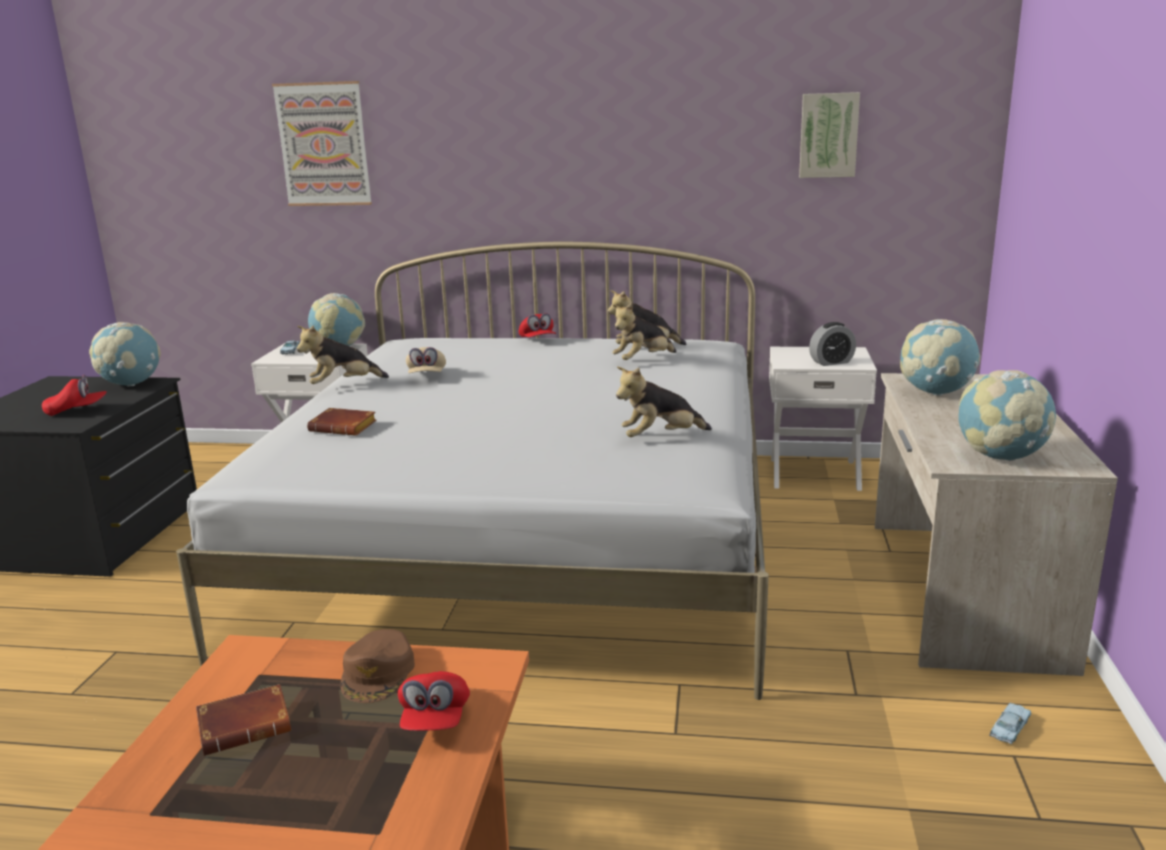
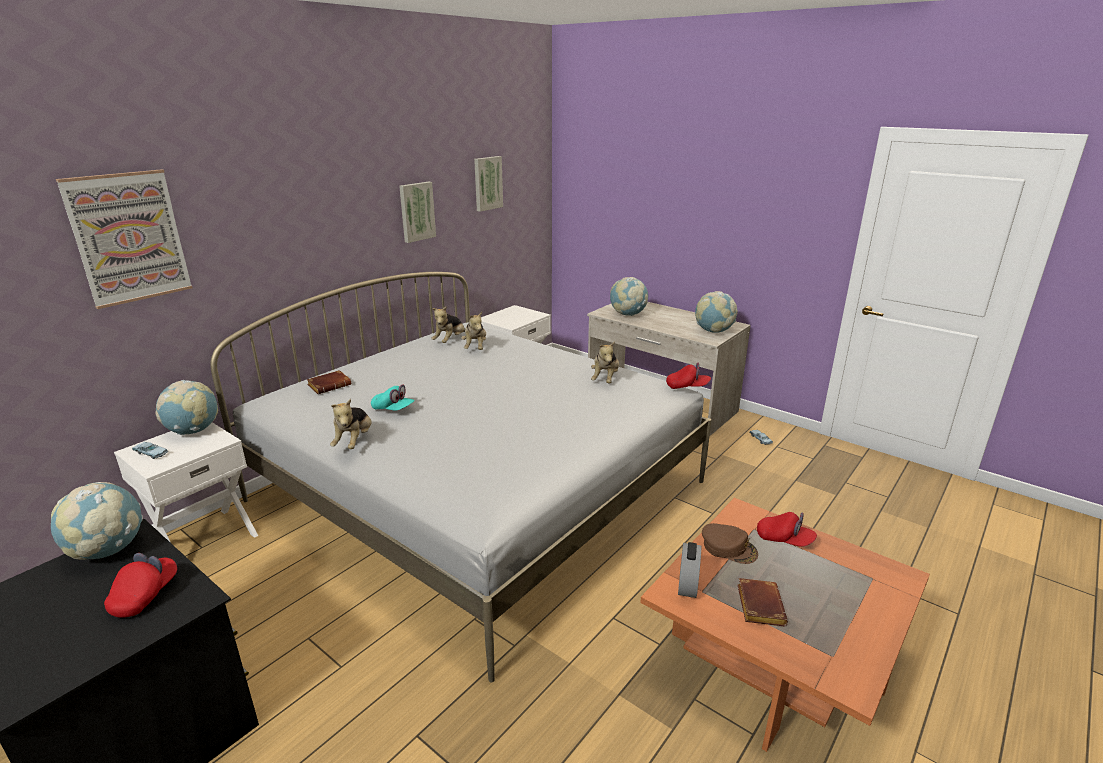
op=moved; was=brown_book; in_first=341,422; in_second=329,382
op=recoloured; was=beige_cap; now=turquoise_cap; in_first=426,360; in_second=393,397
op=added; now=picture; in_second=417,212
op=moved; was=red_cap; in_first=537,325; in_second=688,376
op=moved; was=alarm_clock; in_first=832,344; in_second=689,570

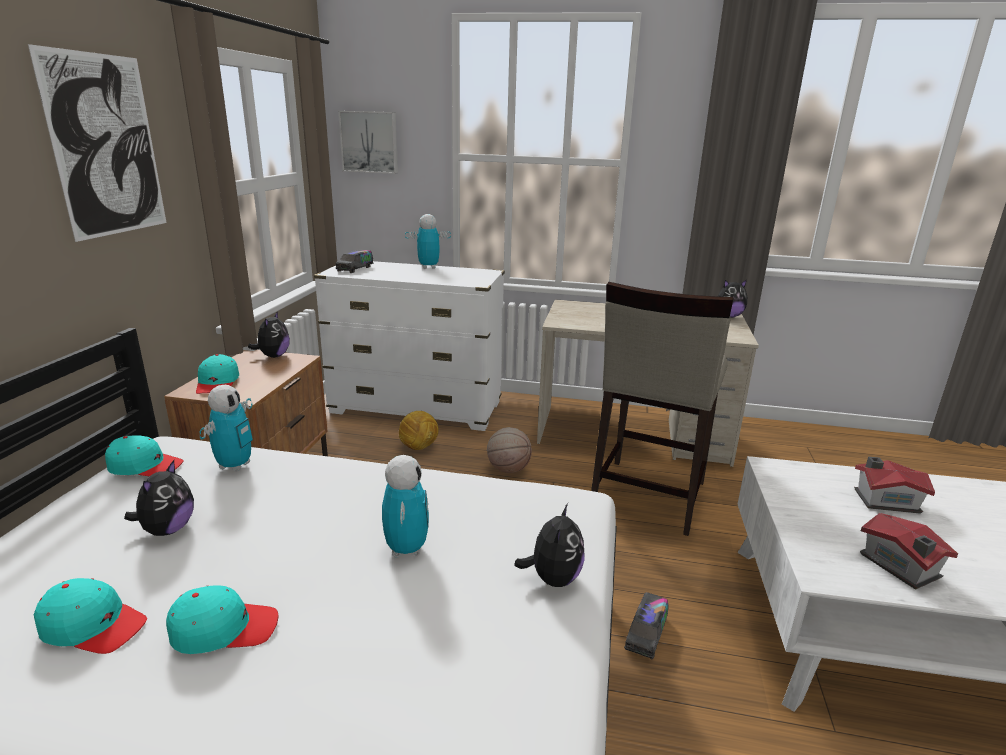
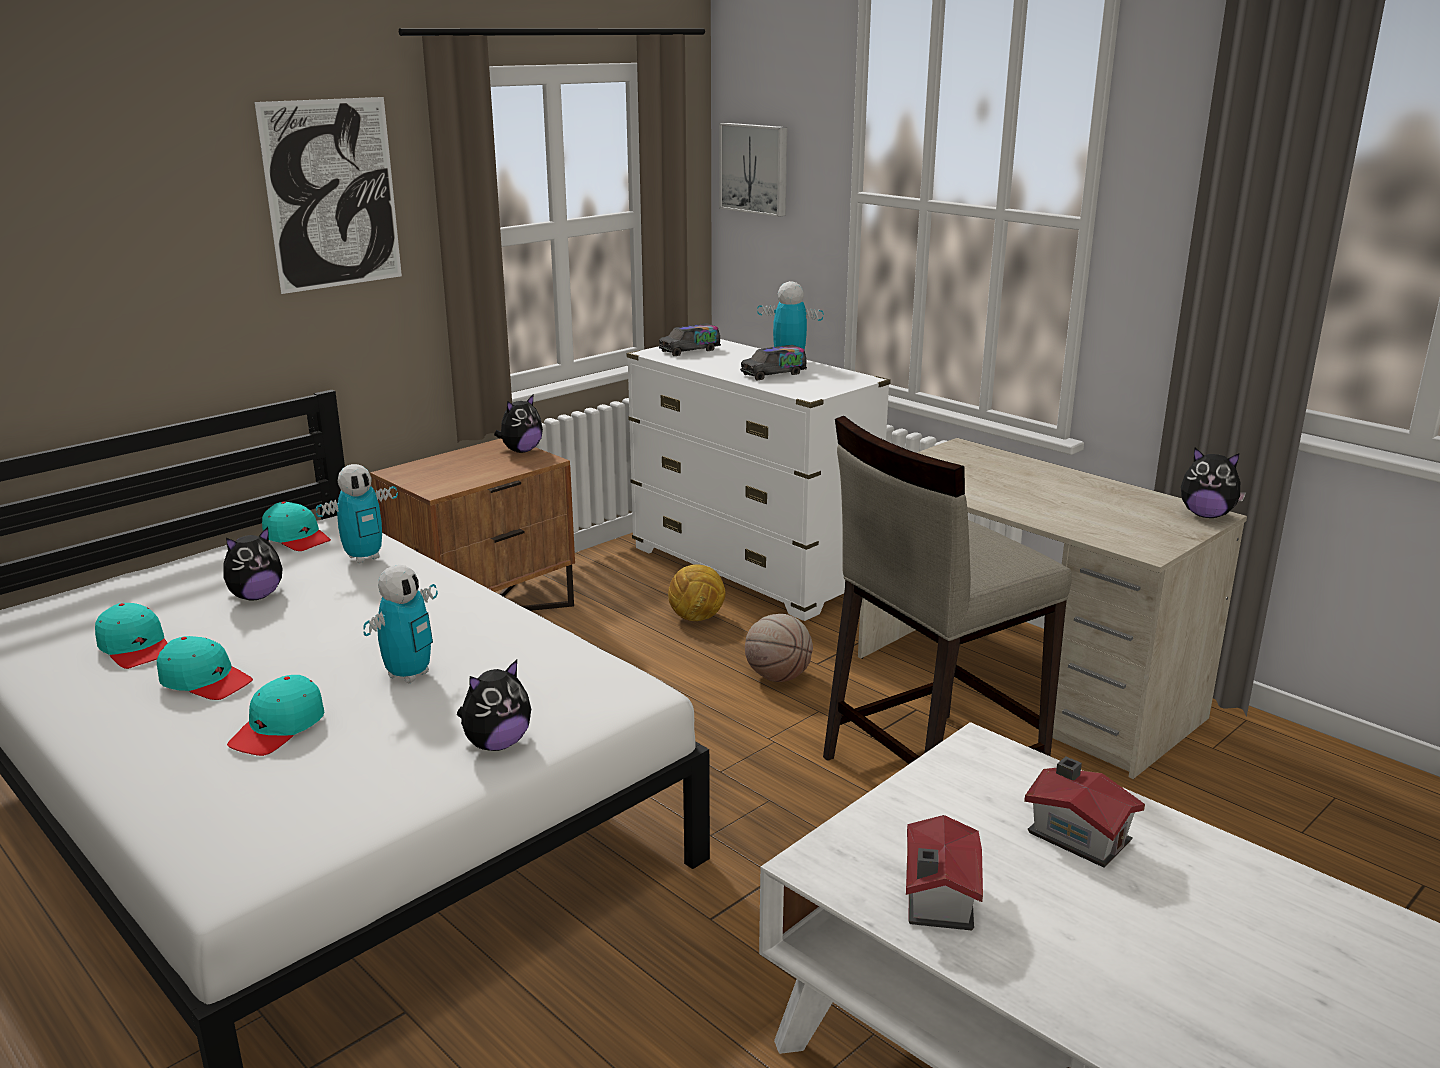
op=moved; was=turquoise_cap; in_first=217,374; in_second=275,715
op=moved; was=toy_truck; in_first=646,625; in_second=773,362

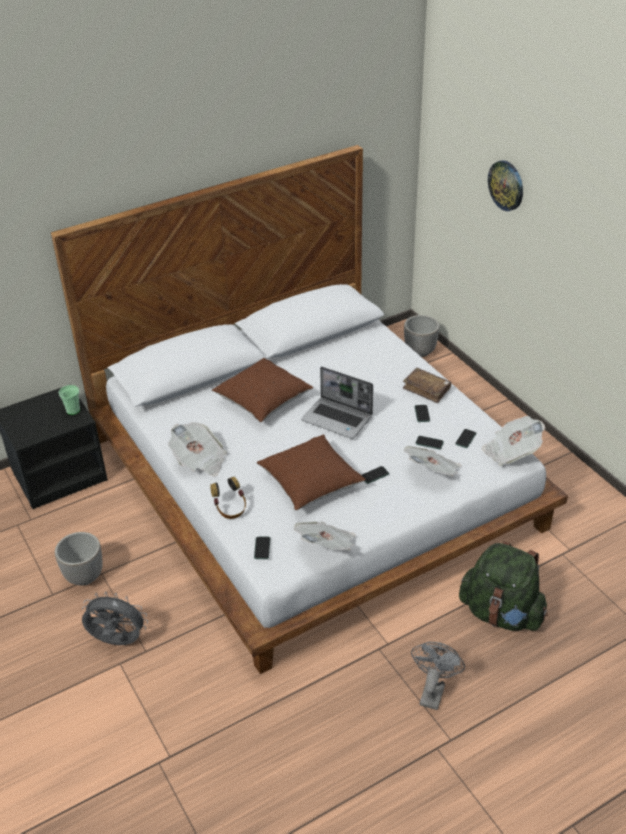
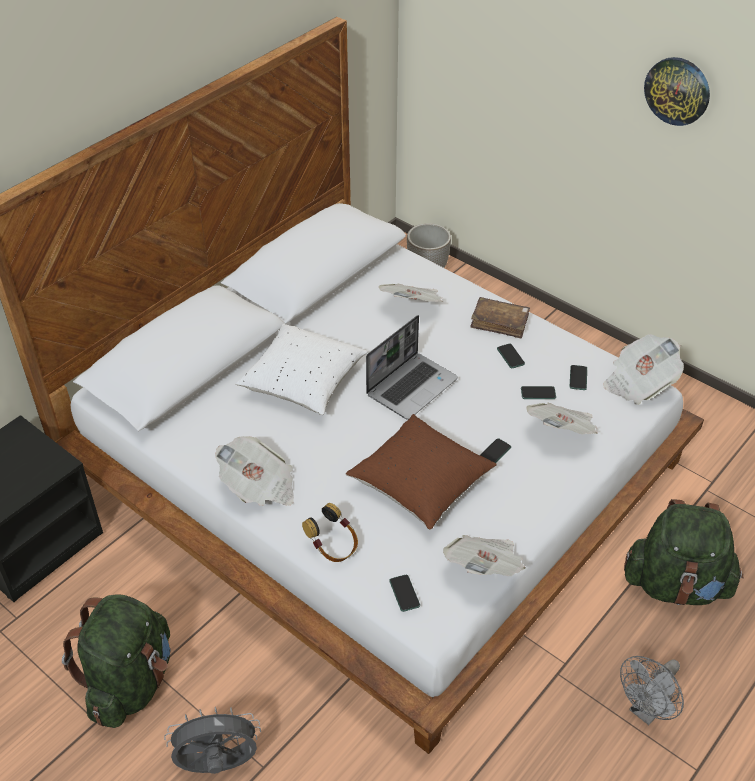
op=replaced; was=planter; now=green_backpack; in_first=79,559; in_second=116,661
op=recoloured; was=brown_pillow; now=white_pillow; in_first=262,390; in_second=301,369
op=turned; was=laptop; in_first=337,403; in_second=412,367; clockwise=-60
op=added; now=newspaper; in_second=411,292
op=turned; was=grey_fan; in_first=438,676; in_second=652,690; clockwise=-135
op=moved; was=wall_clock; in_first=505,186; in_second=677,91
op=removed; was=cup; in_first=69,400

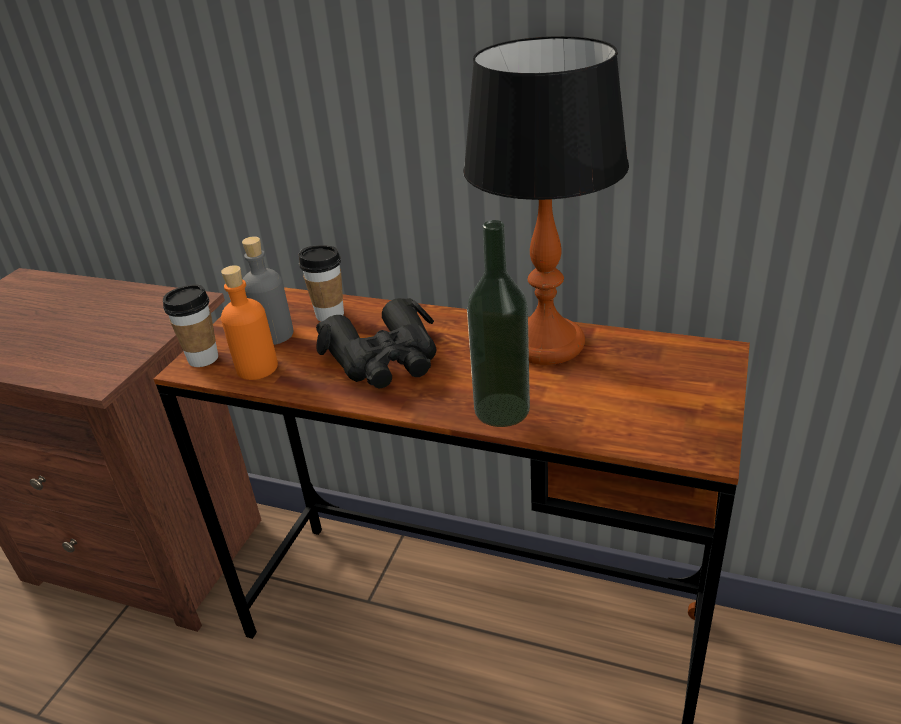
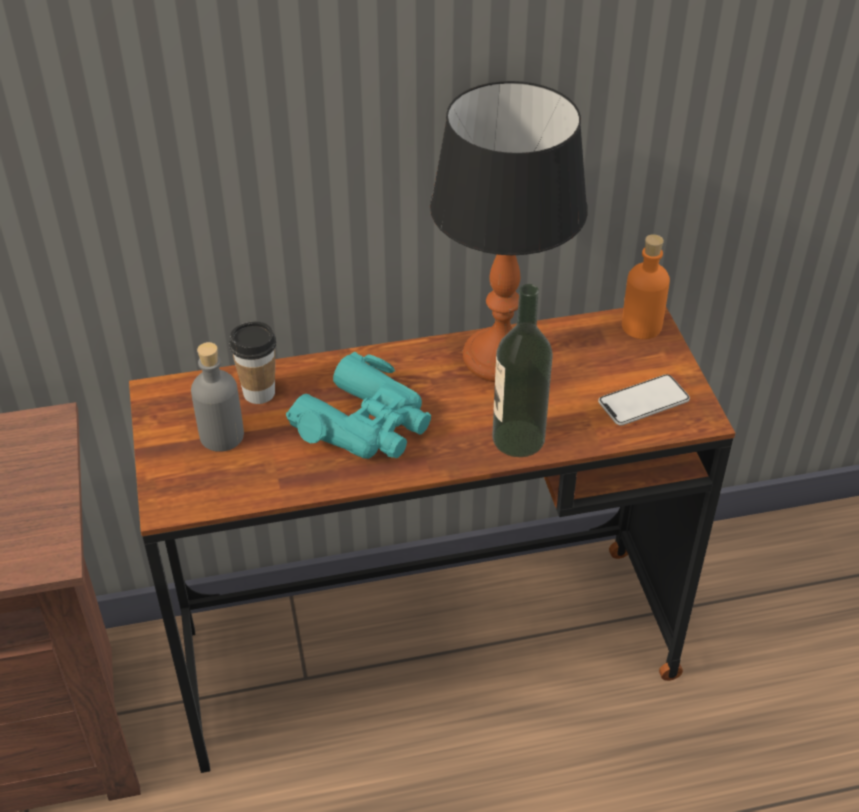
op=recoloured; was=black_binoculars; now=turquoise_binoculars; in_first=376,343; in_second=358,405
op=added; now=phone; in_second=644,399
op=moved; was=orange_bottle; in_first=249,322; in_second=646,286
op=removed; was=cup; in_first=190,325

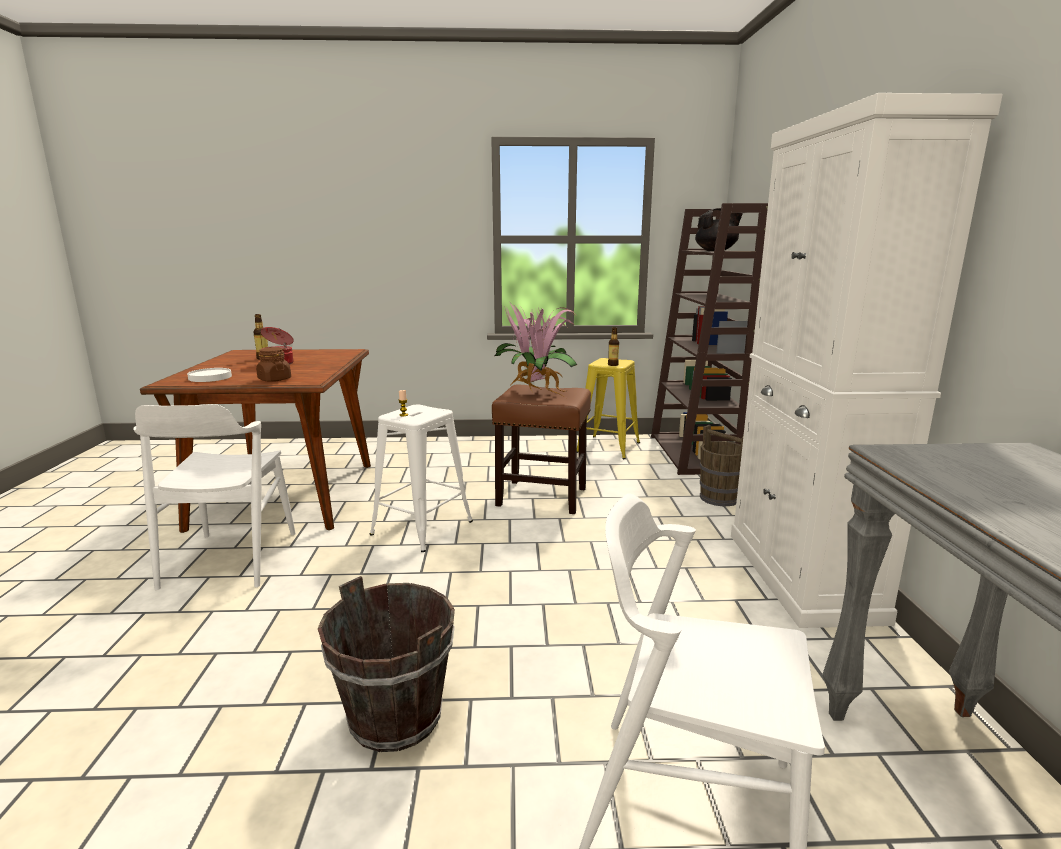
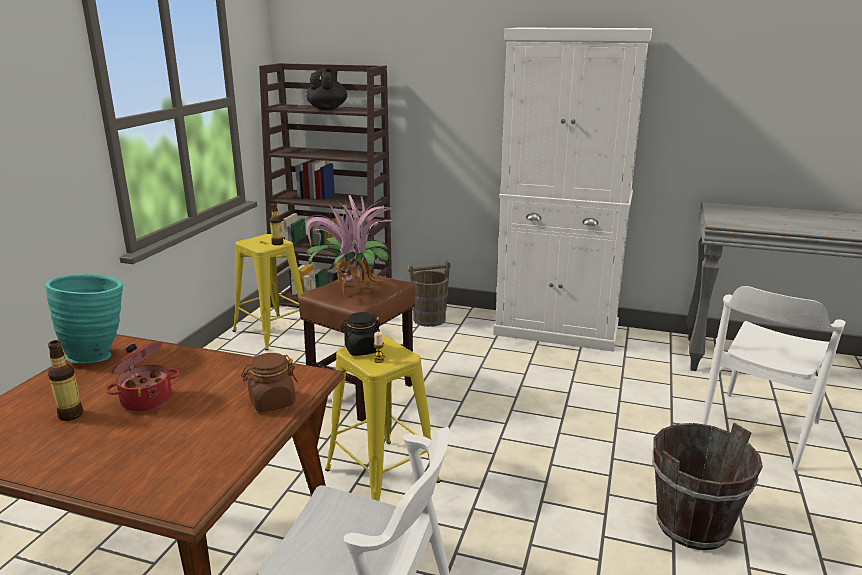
op=added; now=turquoise_vase; in_second=84,318
op=recoloured; was=white_stool; now=yellow_stool; in_first=421,478; in_second=383,418
op=added; now=black_jar; in_second=360,334
op=removed; was=white_plate; in_first=209,375

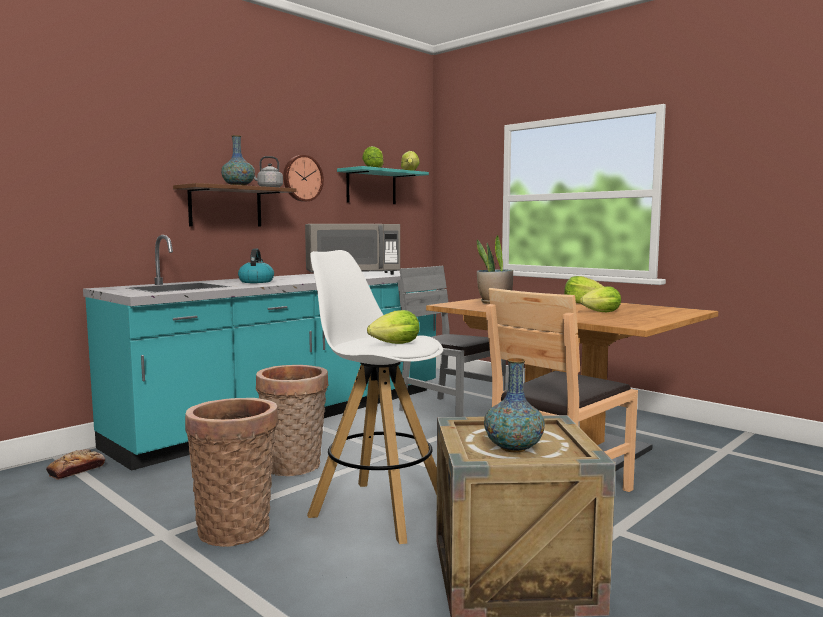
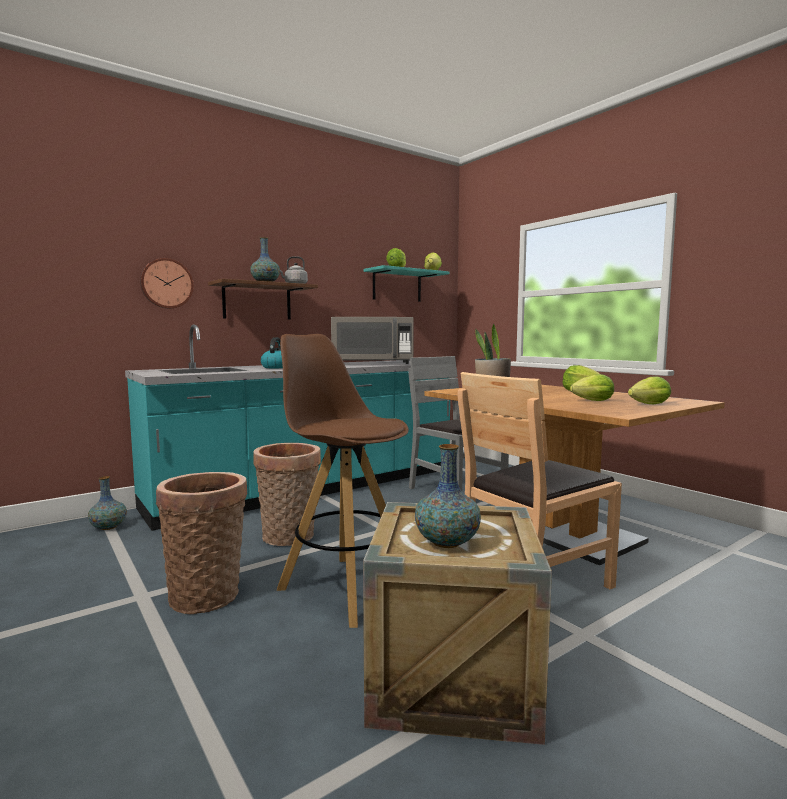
op=replaced; was=bread; now=vase; in_first=75,464; in_second=107,503
op=moved; was=wall_clock; in_first=303,178; in_second=167,283
op=recoloured; was=white_stool; now=brown_stool; in_first=375,397; in_second=343,481
op=moved; was=lettuce; in_first=393,327; in_second=649,390

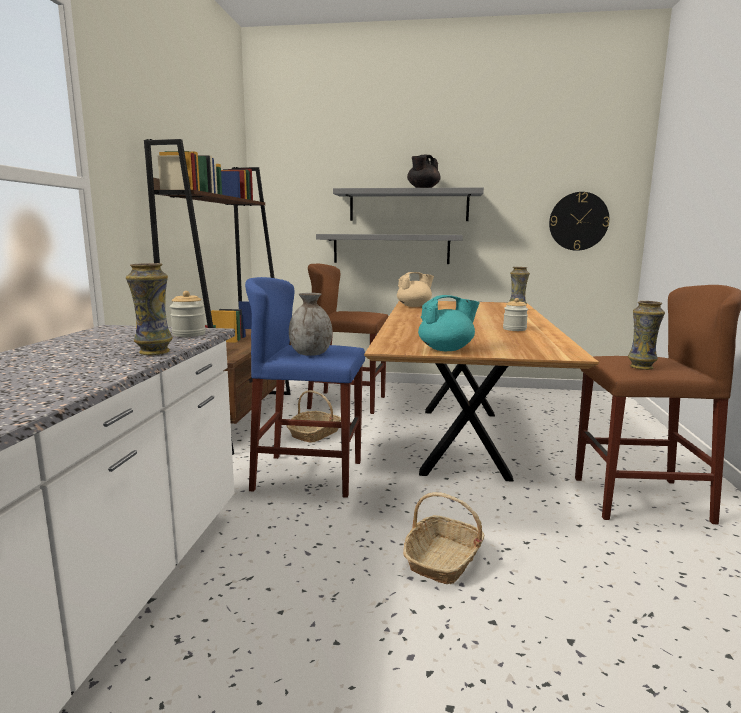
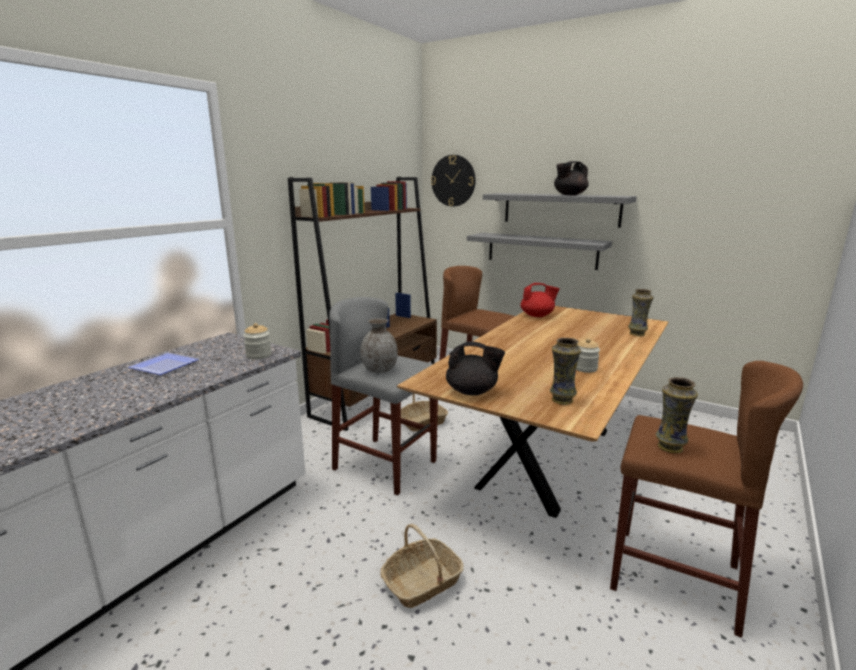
op=added; now=plate; in_second=163,364
op=recoloured; was=blue_stool; now=grey_stool; in_first=305,387; in_second=383,396
op=moved; was=wall_clock; in_first=579,221; in_second=453,181
op=recoloured; was=turquoise_teapot; now=black_teapot; in_first=449,323; in_second=475,368
op=recoloured; was=beige_teapot; now=red_teapot; in_first=415,289; in_second=540,300
op=moved; was=vase; in_first=149,309; in_second=565,371

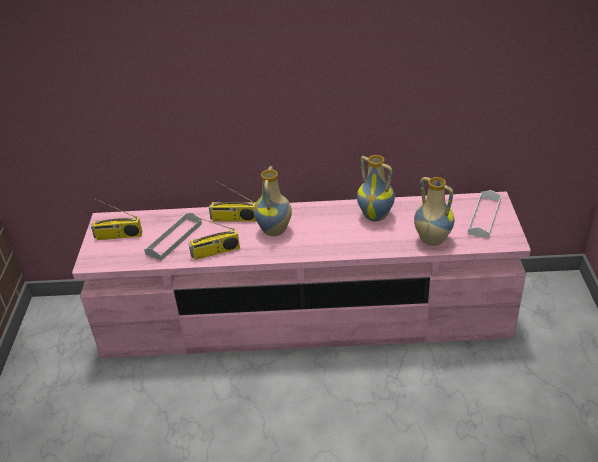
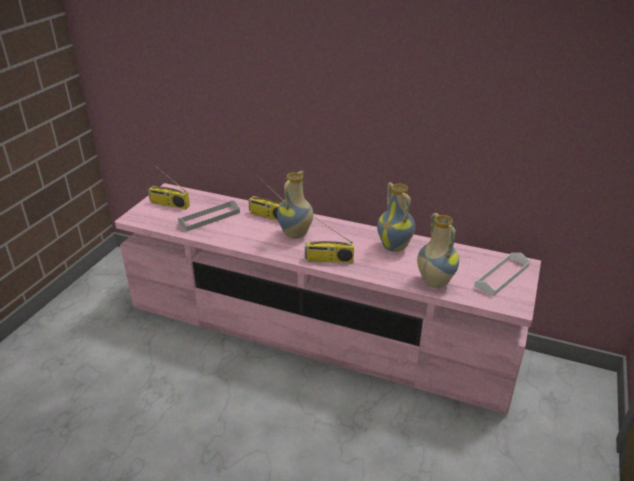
op=moved; was=radio; in_first=214,238; in_second=329,240

